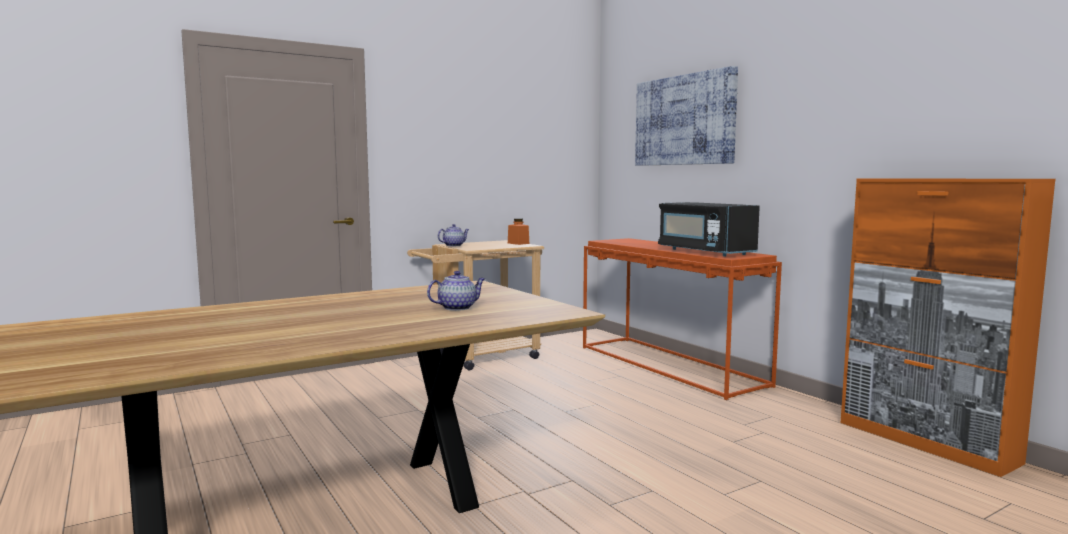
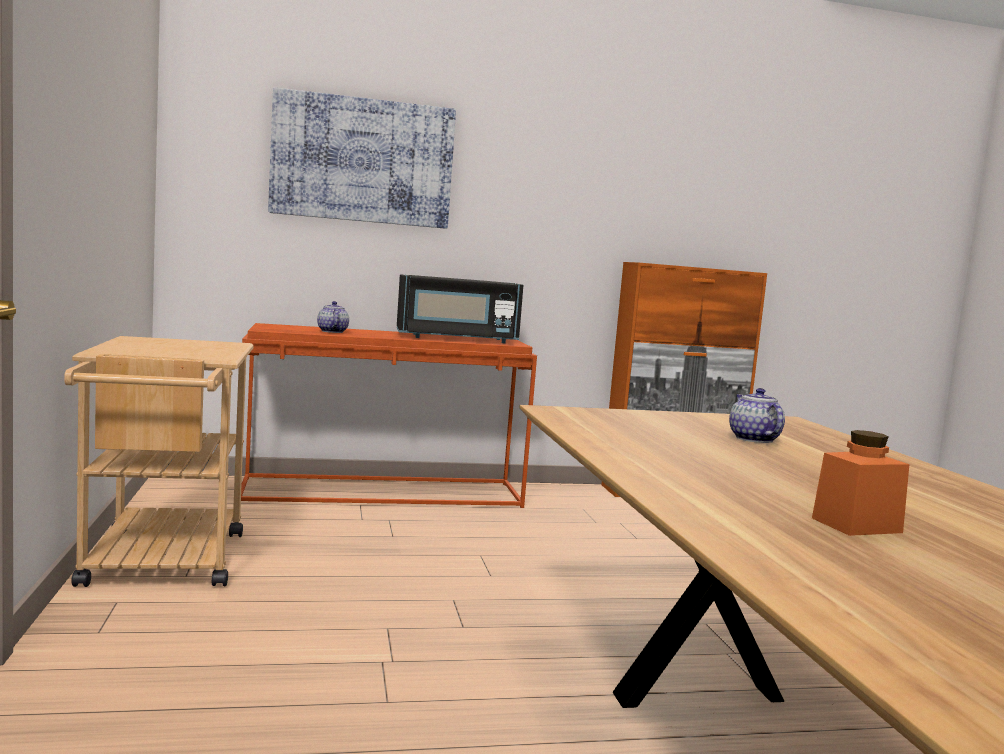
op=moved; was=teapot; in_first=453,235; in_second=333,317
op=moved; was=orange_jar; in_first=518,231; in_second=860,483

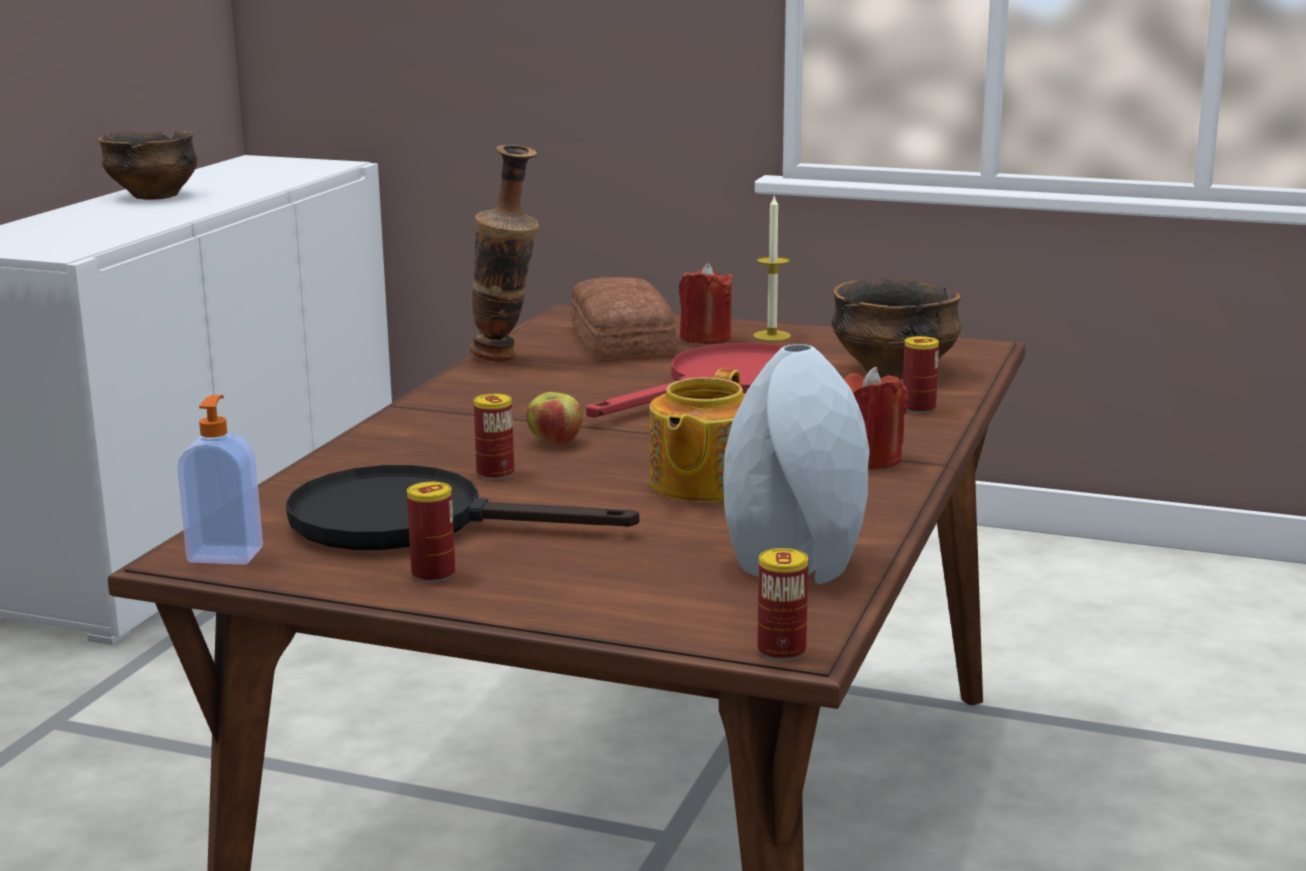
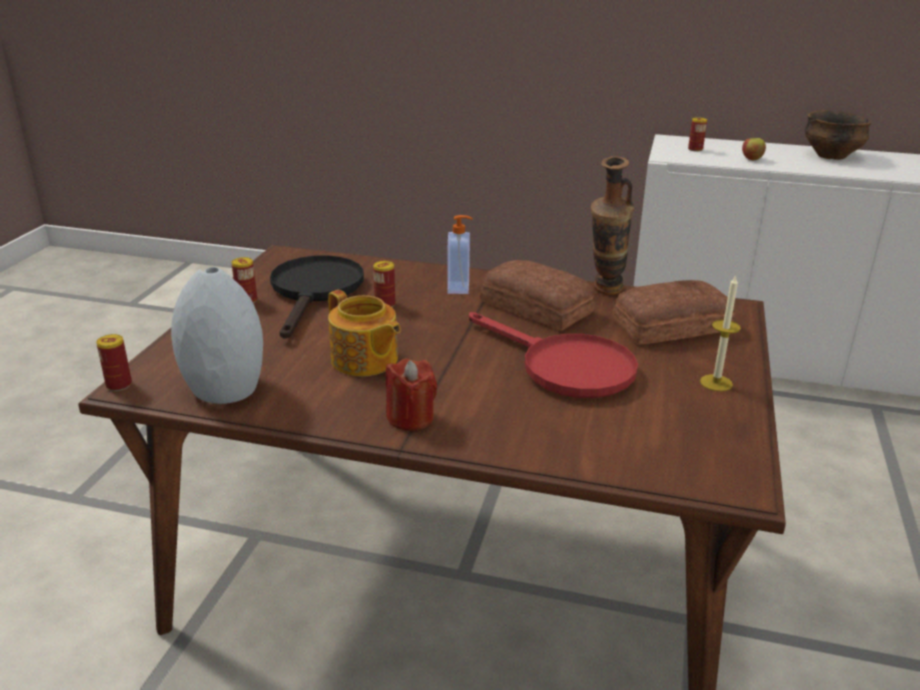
op=turned; was=teapot; in_first=697,435; in_second=364,333; clockwise=-150
op=moved; was=soap_dispenser; in_first=220,480; in_second=459,254
op=added; now=bread; in_second=537,295
op=moved; was=can; in_first=921,374; in_second=697,134
op=moved; was=apple; in_first=554,418; in_second=754,149
op=removed; was=red_candle; in_first=706,303
op=removed; was=bowl; in_first=896,328

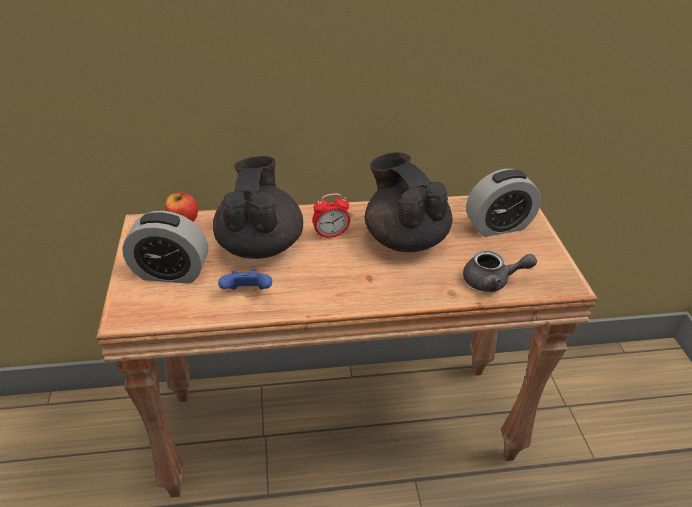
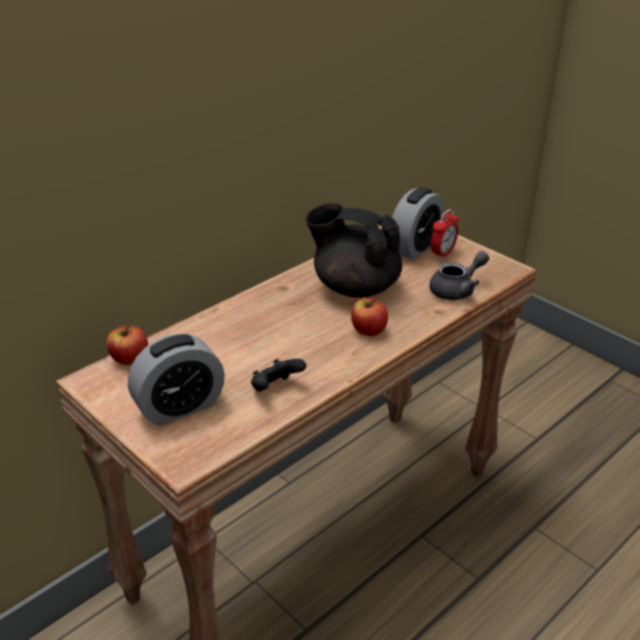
op=recoloured; was=blue_game_controller; now=black_game_controller; in_first=245,279; in_second=278,375
op=added; now=apple; in_second=369,317
op=moved; was=alarm_clock; in_first=331,215; in_second=444,234
op=removed; was=black_teapot; in_first=258,207

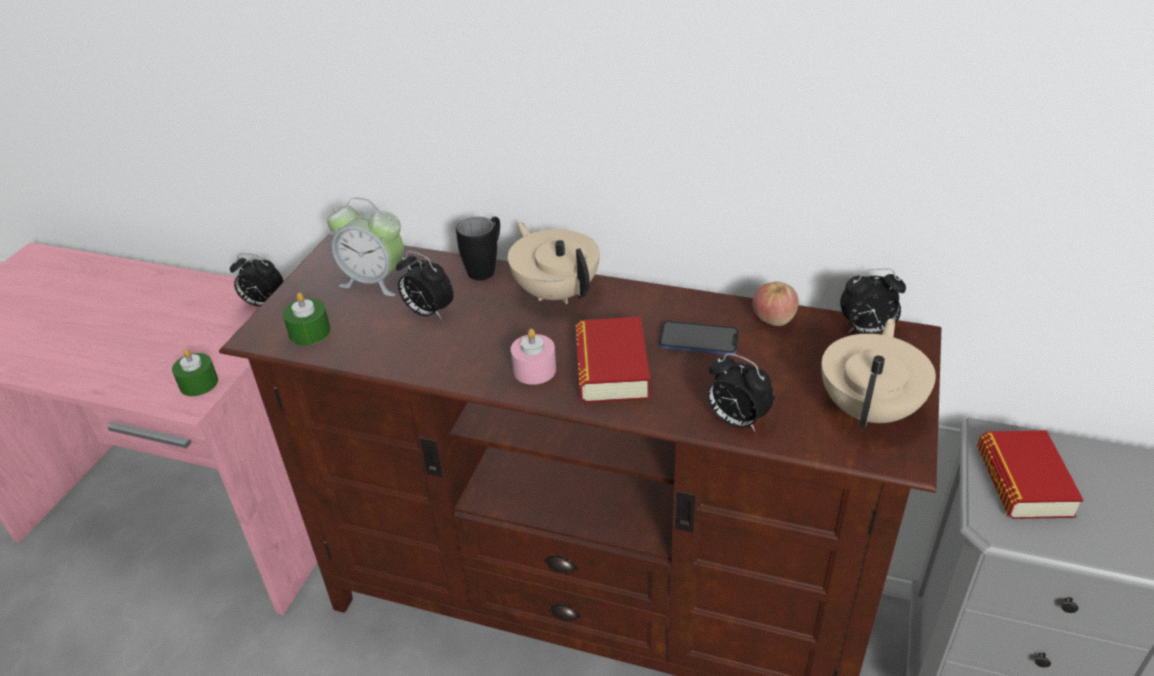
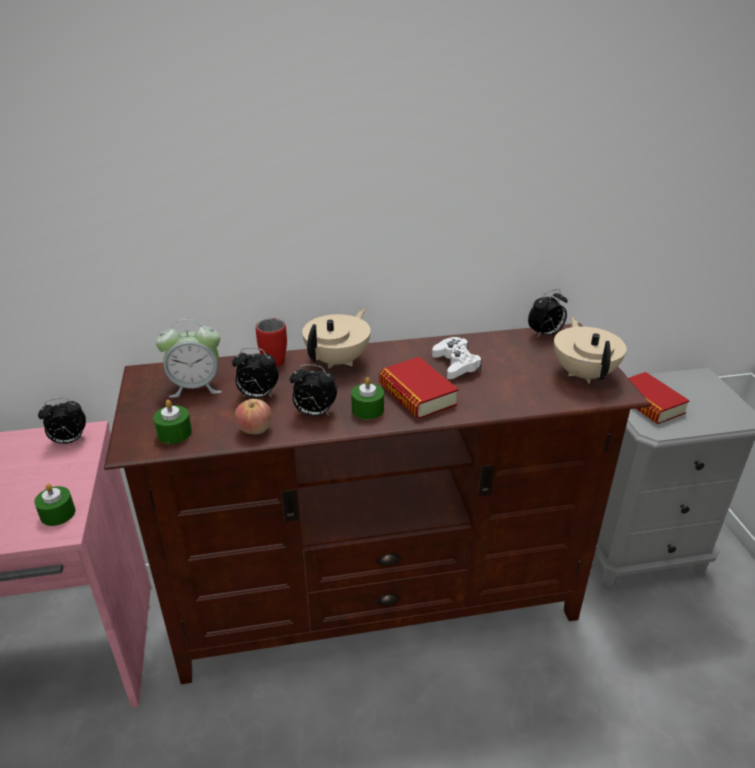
op=moved; was=apple; in_first=776,303; in_second=253,416
op=recoloured; was=black_mug; now=red_mug; in_first=478,249; in_second=271,342
op=moved; was=alarm_clock; in_first=740,392; in_second=313,390
op=turned; was=beige_teapot; in_first=554,263; in_second=336,339; clockwise=90
op=recoloured; was=pink_candle; now=green_candle; in_first=533,357; in_second=367,398
op=replaced; was=phone; now=white_game_controller; in_first=699,338; in_second=457,358

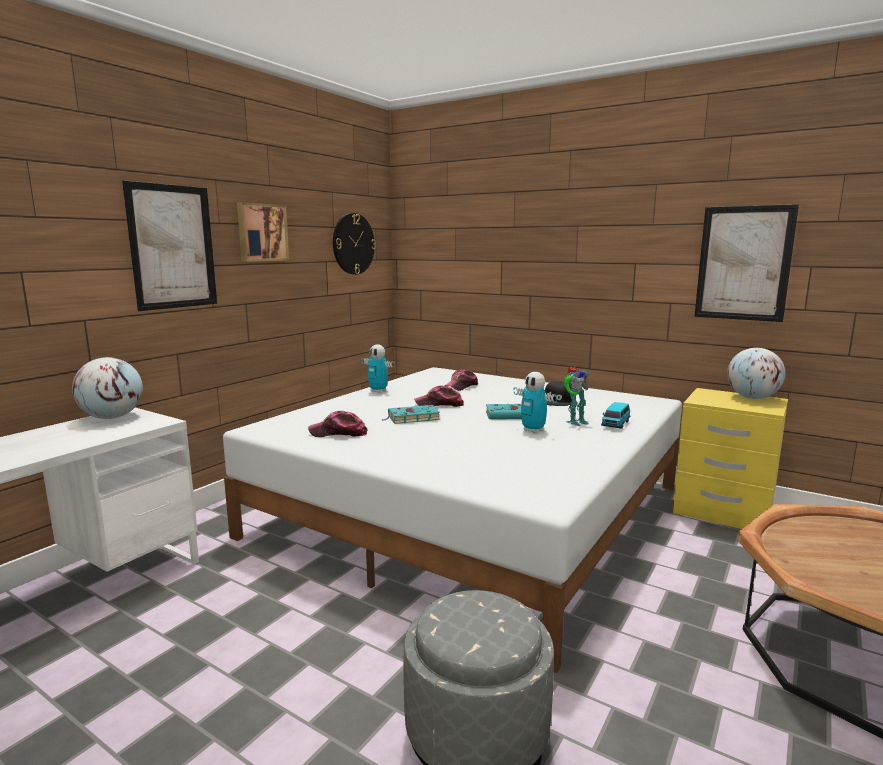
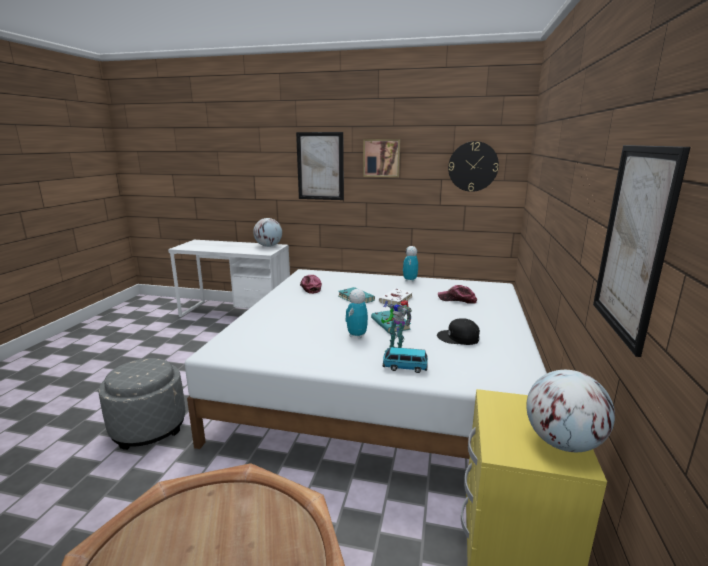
op=replaced; was=cap; now=white_book; in_first=439,396; in_second=396,298

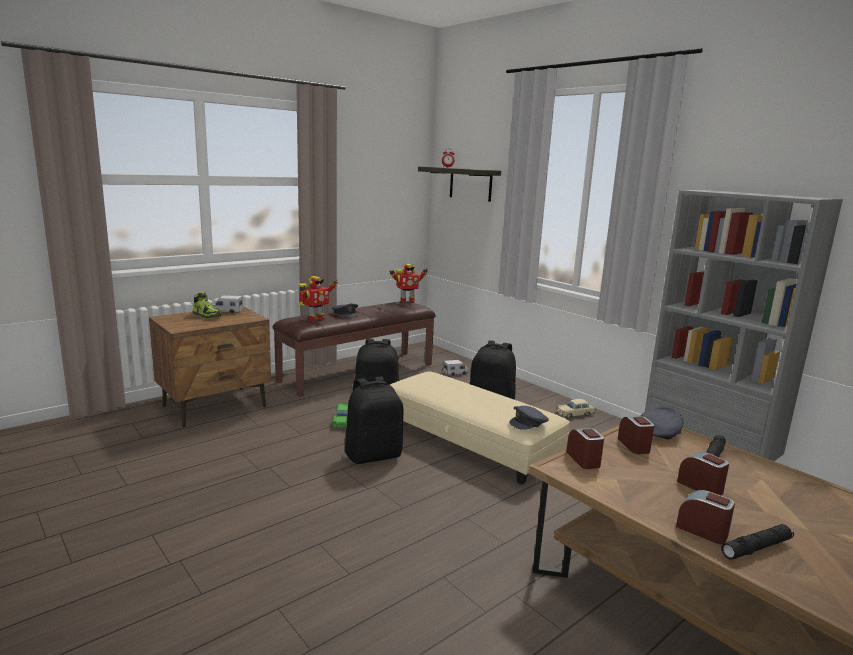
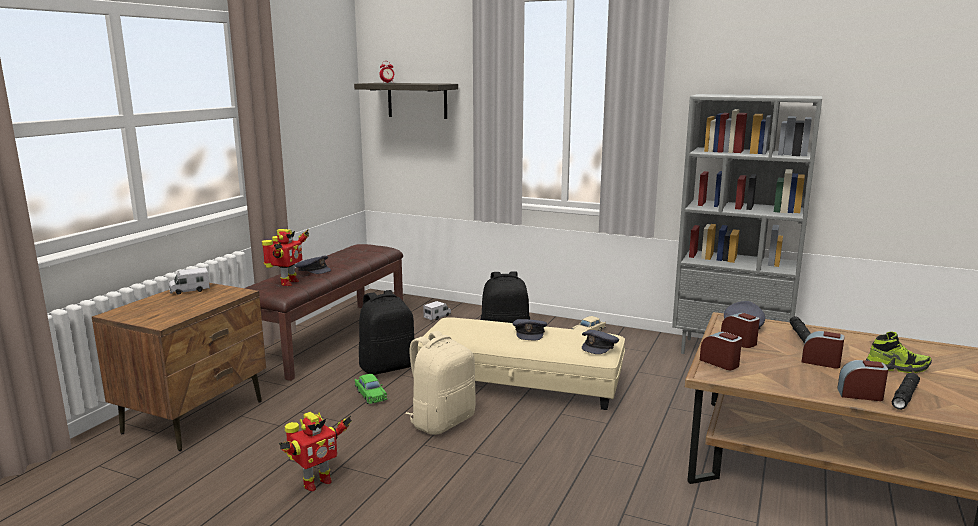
op=moved; was=toy_robot; in_first=408,283; in_second=315,451
op=recoloured; was=black_backpack; now=beige_backpack; in_first=374,420; in_second=440,383
op=added; now=grey_cap; in_second=530,330
op=moved; was=shoe; in_first=207,305; in_second=899,352

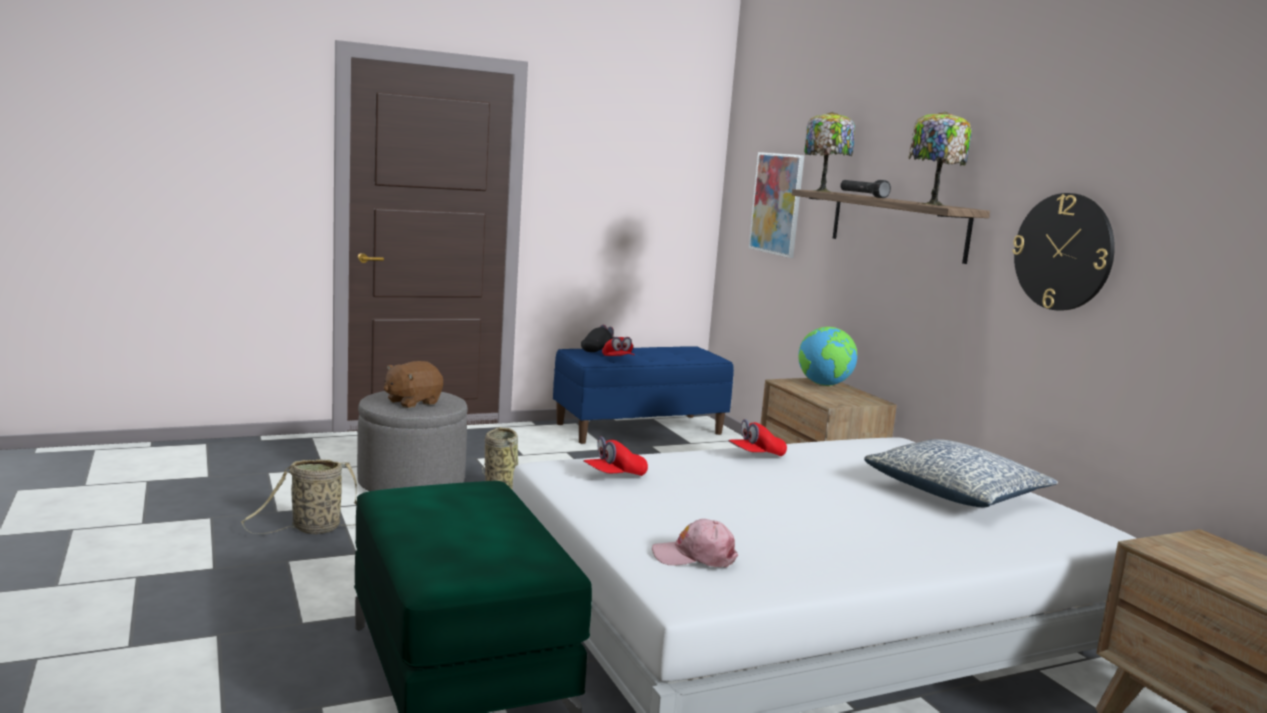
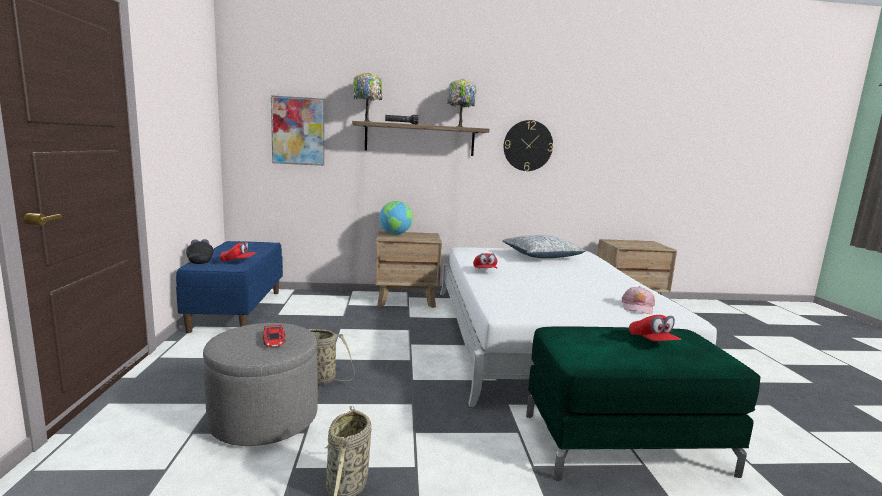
op=replaced; was=brown_plush_toy; now=toy_car; in_first=413,384; in_second=274,336
op=moved; was=red_cap; in_first=615,456; in_second=655,328

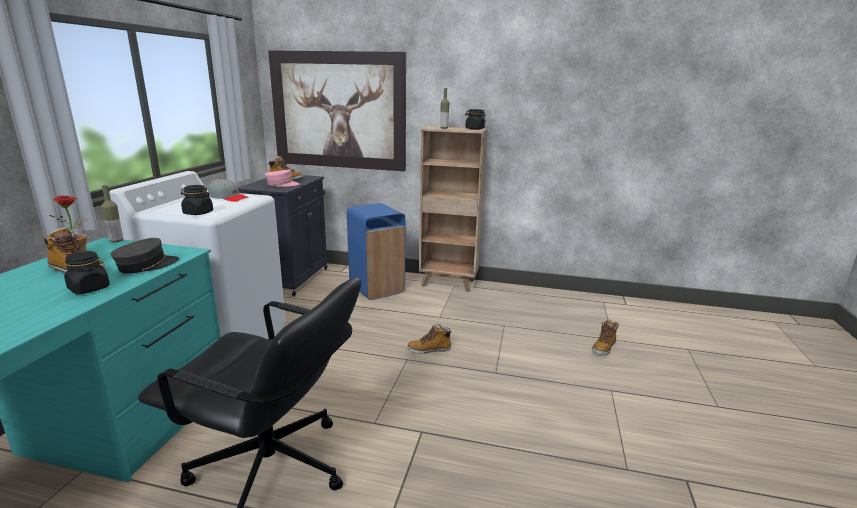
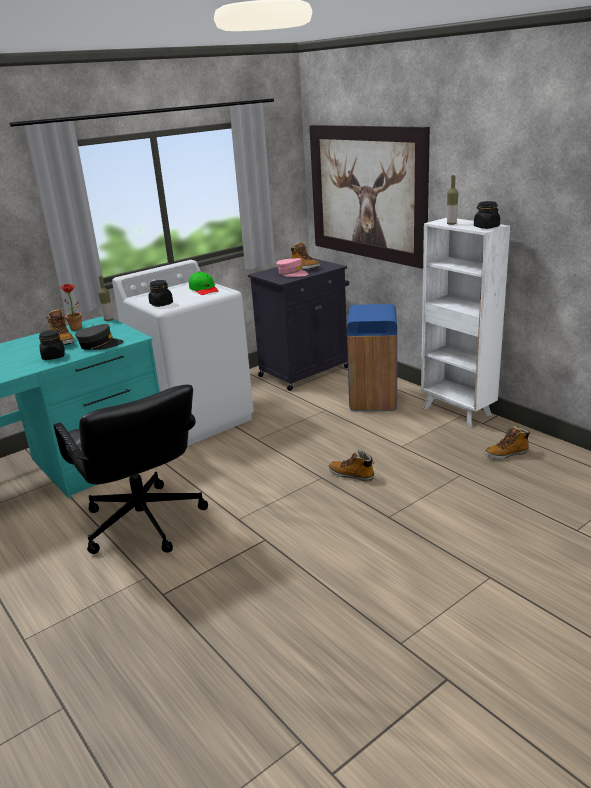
op=recoloured; was=grey_cap; now=green_cap; in_first=228,190; in_second=203,283
op=recoloured; was=brown_bookcase; now=white_bookcase; in_first=453,209; in_second=465,322
op=moved; was=boot; in_first=605,337; in_second=507,442

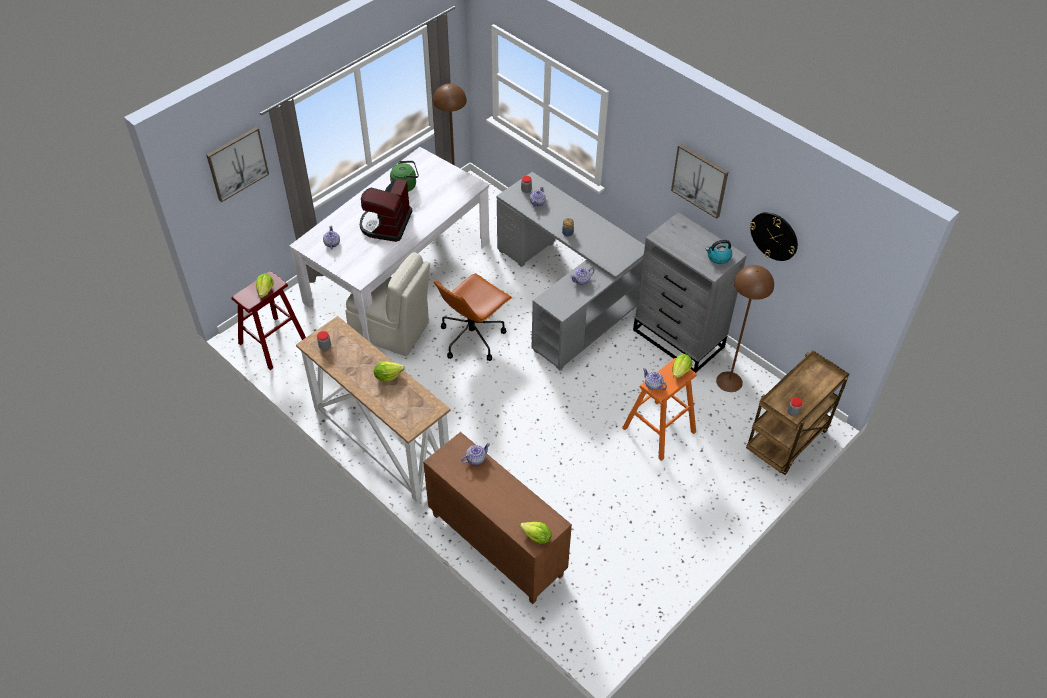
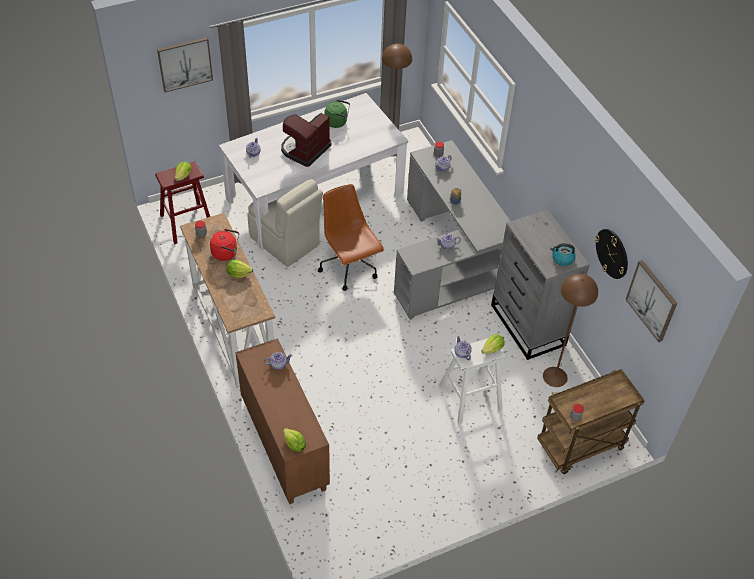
op=added; now=red_kettle; in_second=224,245
op=turned; was=brown_office_chair; in_first=473,317; in_second=351,237; clockwise=90
op=recoloured; was=orange_stool; now=white_stool; in_first=659,409; in_second=472,381
op=moved; was=picture; in_first=699,181; in_second=651,301

